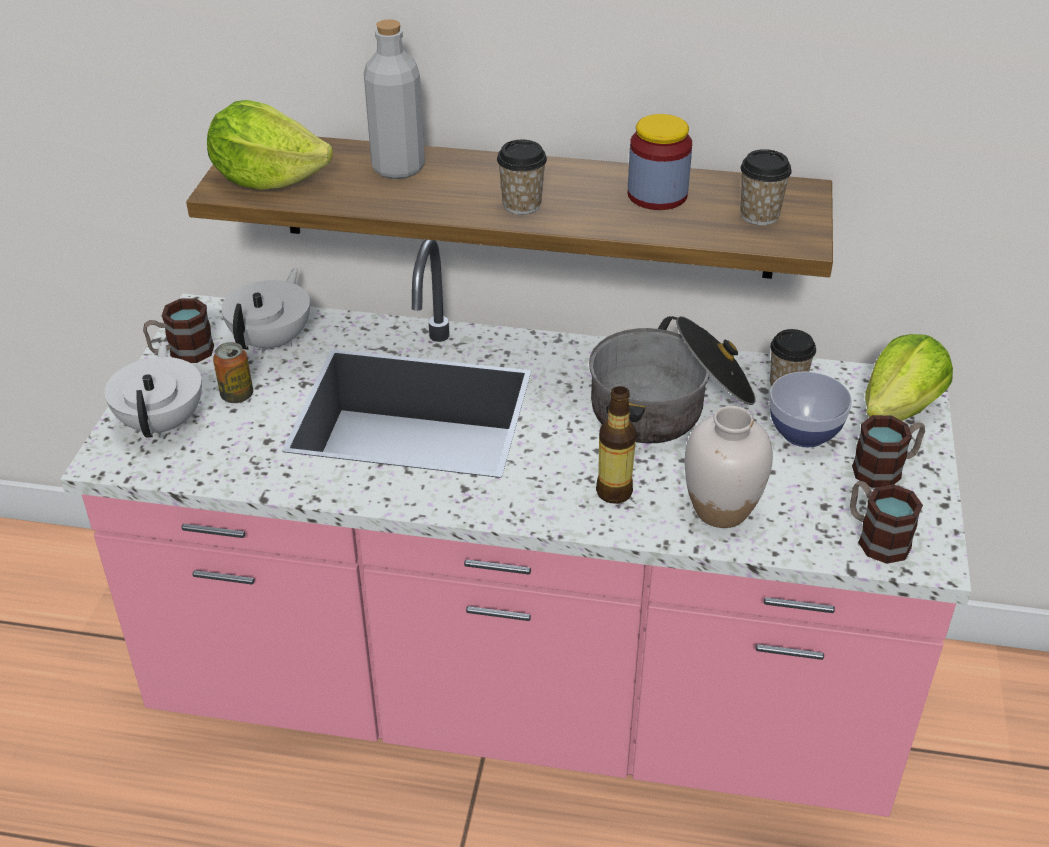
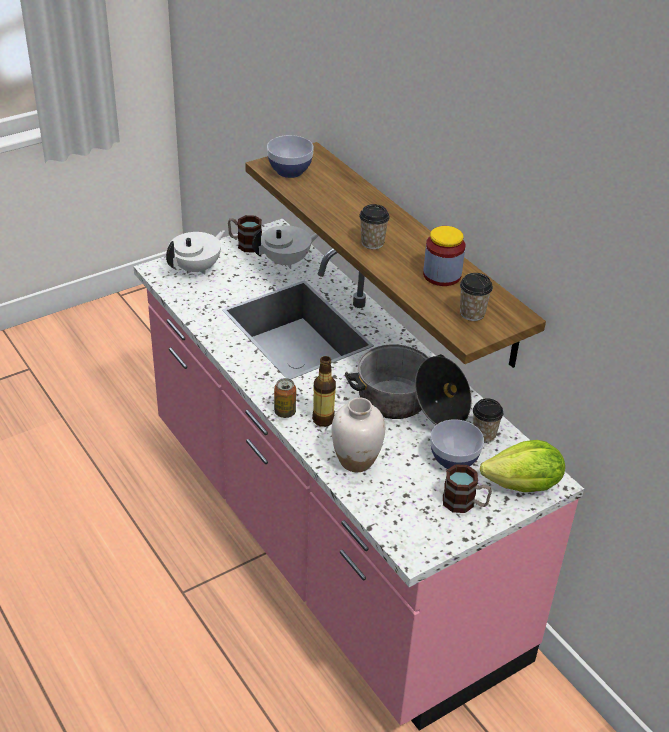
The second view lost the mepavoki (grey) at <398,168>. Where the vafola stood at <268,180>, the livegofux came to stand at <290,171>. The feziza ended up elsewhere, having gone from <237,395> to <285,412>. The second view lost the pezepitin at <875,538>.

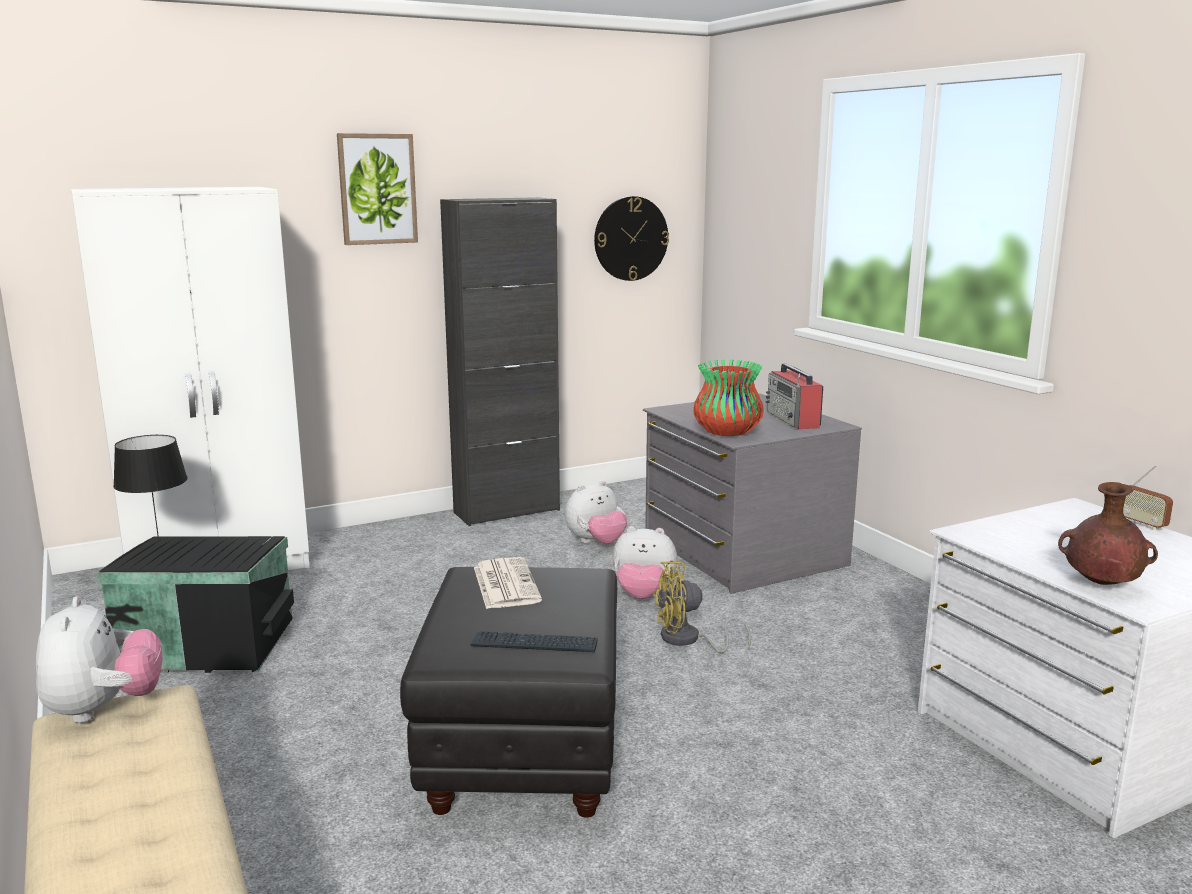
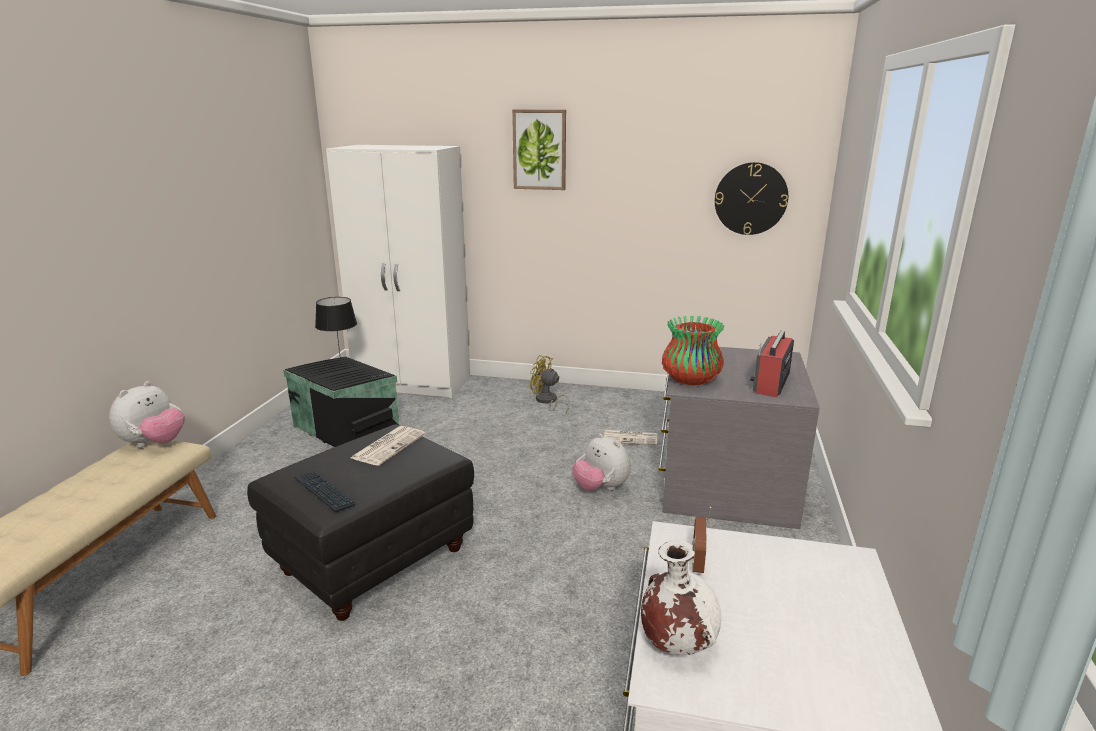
The second view lost the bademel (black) at <506,511>. The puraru ended up elsewhere, having gone from <1141,524> to <698,561>. Where the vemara stood at <596,543>, the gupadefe came to stand at <631,438>. What was the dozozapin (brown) at <1100,584> turned into the dozozapin (white) at <676,643>. The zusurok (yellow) ended up elsewhere, having gone from <687,640> to <547,401>.

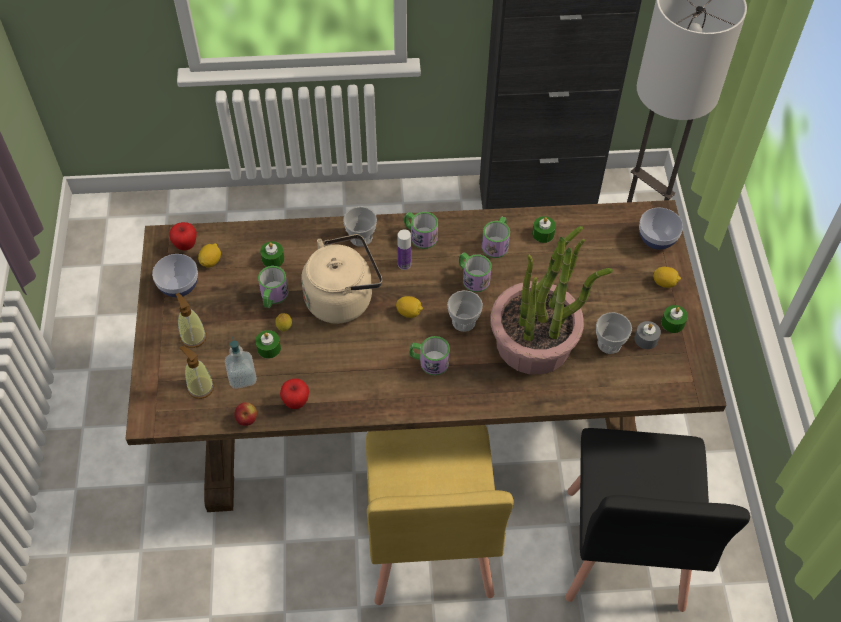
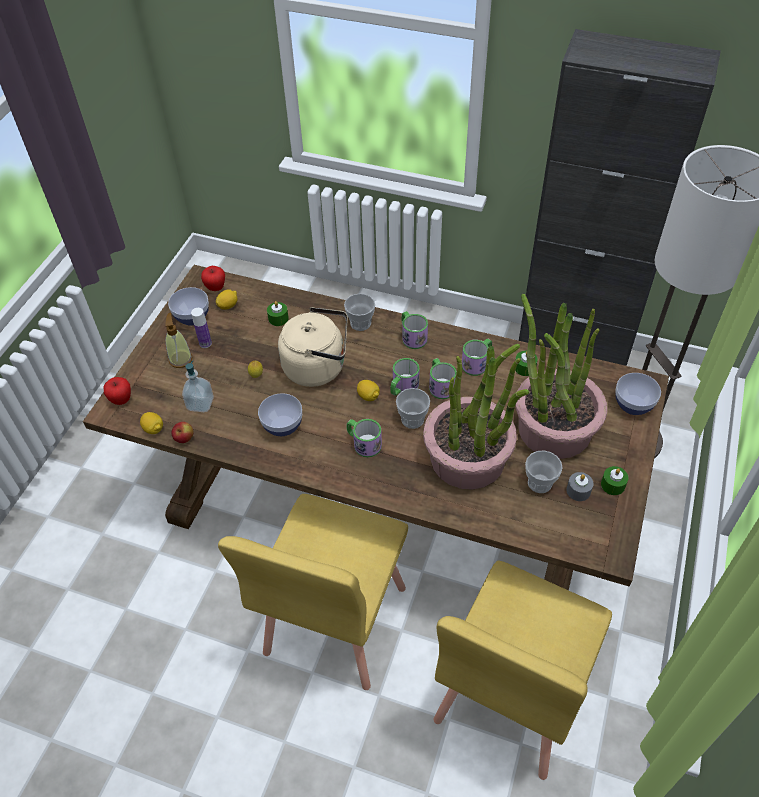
The mepavoki ended up elsewhere, having gone from <404,264> to <205,343>. The pezepitin ended up elsewhere, having gone from <273,297> to <402,387>. The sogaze ended up elsewhere, having gone from <664,283> to <153,429>. The second view lost the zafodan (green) at <269,348>. The second view lost the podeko at <200,387>. The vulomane ended up elsewhere, having gone from <296,402> to <121,400>. What was the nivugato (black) at <623,549> turned into the nivugato (yellow) at <510,696>. The second view gained the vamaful at <553,428>. The second view gained the livegofux at <282,426>.

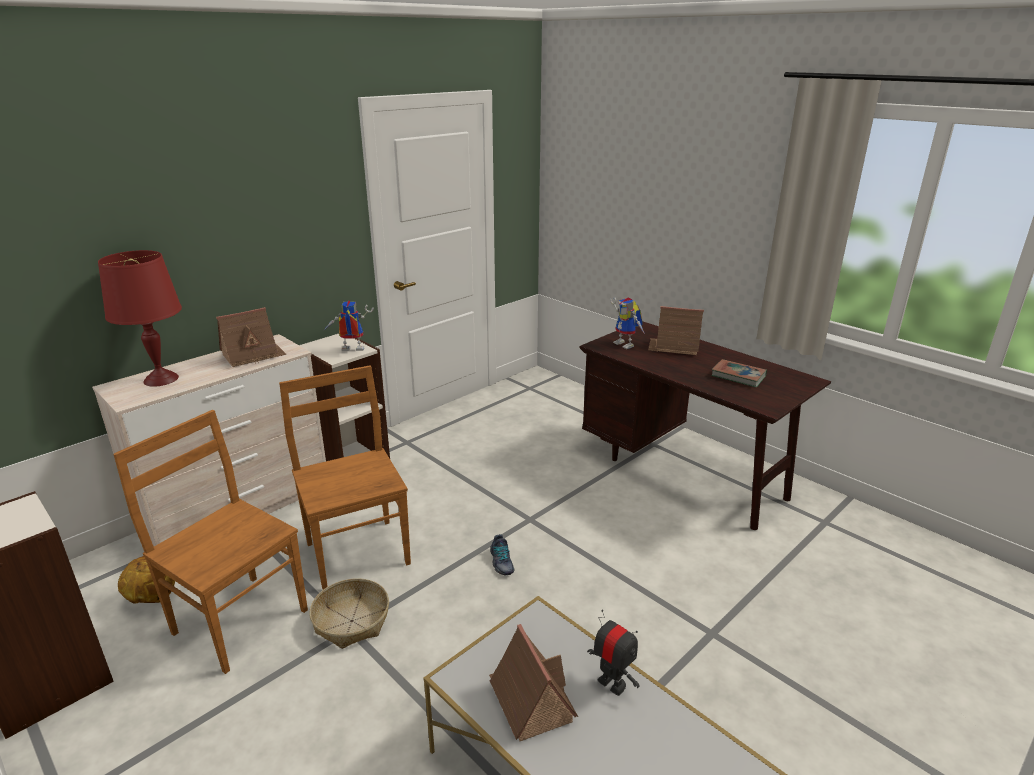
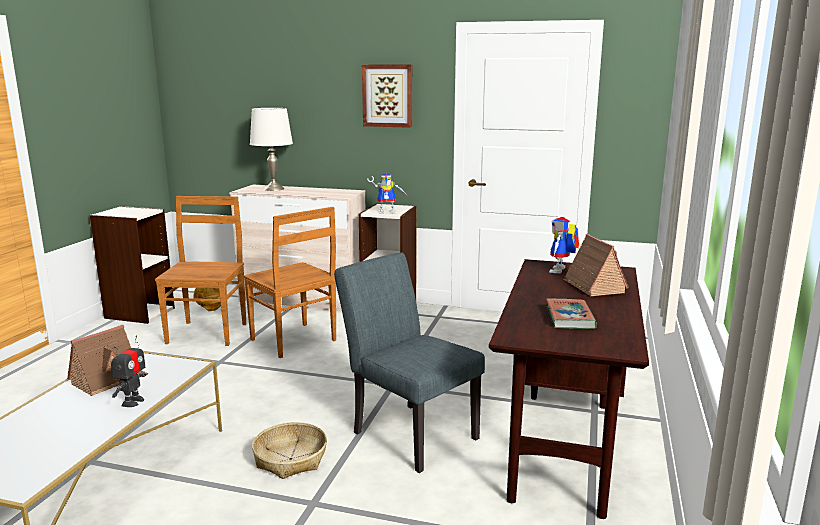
What was the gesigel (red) at <160,379> turned into the gesigel (white) at <273,189>. The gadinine at <350,350> ended up facing another way, 120 degrees clockwise from before. The second view lost the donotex at <253,355>. The nivugato (brown) at <357,551> ended up facing another way, 105 degrees clockwise from before. The second view lost the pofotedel at <501,562>. The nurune ended up elsewhere, having gone from <351,621> to <291,459>. The second view gained the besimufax at <388,95>. The second view gained the nivugato (grey) at <408,432>.

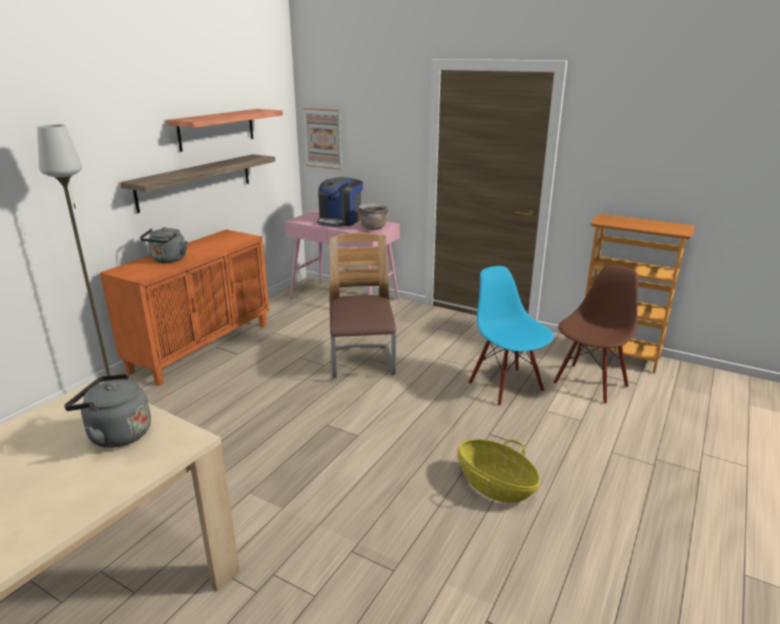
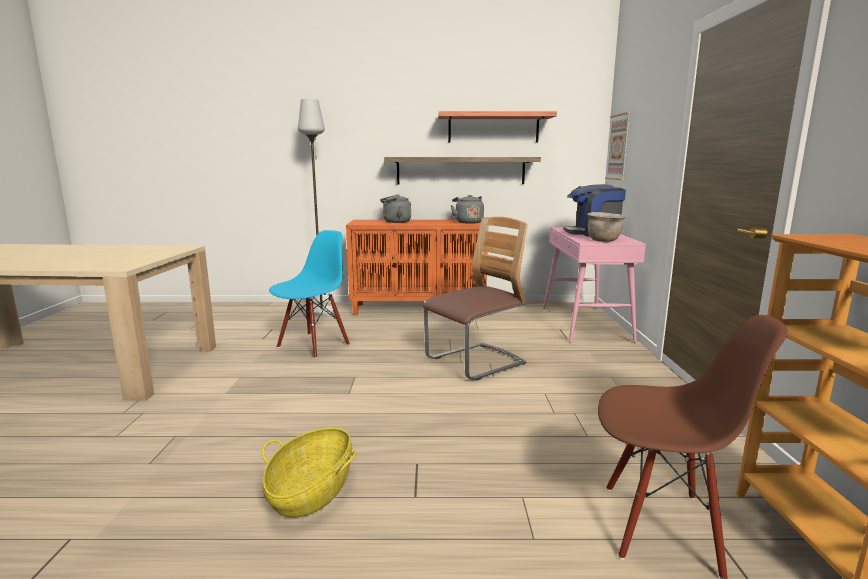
The nivugato (blue) ended up elsewhere, having gone from <506,387> to <313,345>. The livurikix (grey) ended up elsewhere, having gone from <116,434> to <468,222>.

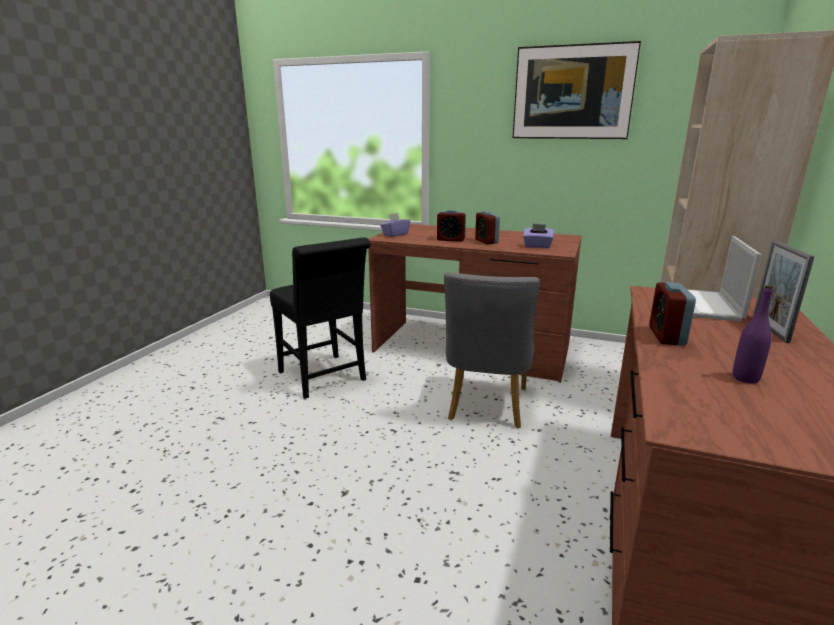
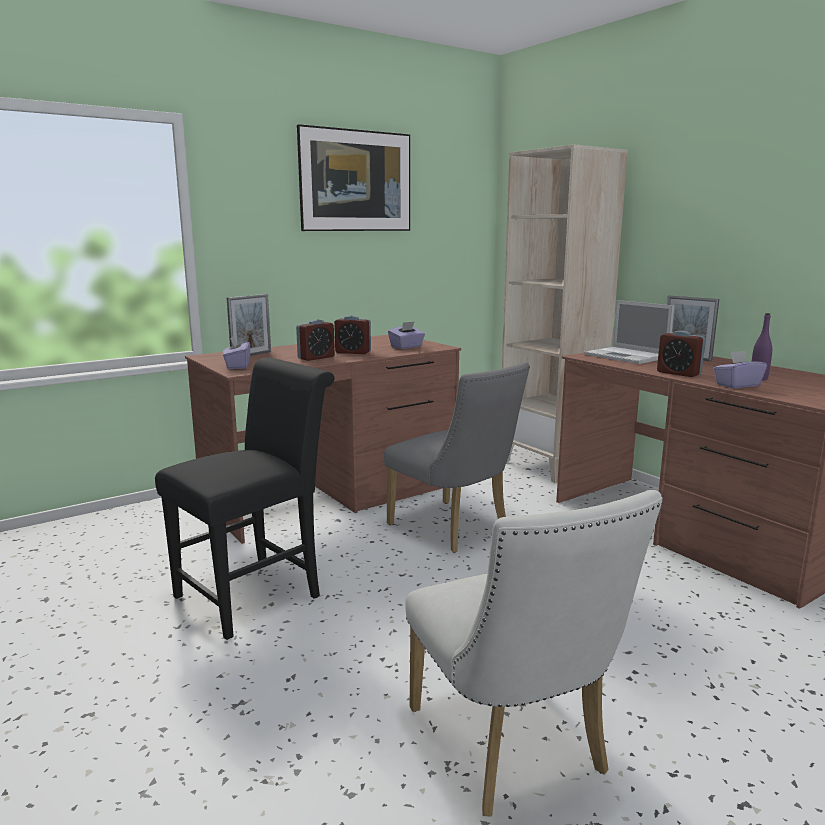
The nivugato (black) at <324,378> ended up facing another way, 45 degrees counterclockwise from before. The second view gained the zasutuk at <251,355>. The second view gained the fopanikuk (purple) at <737,385>. The second view gained the nivugato (white) at <513,749>.

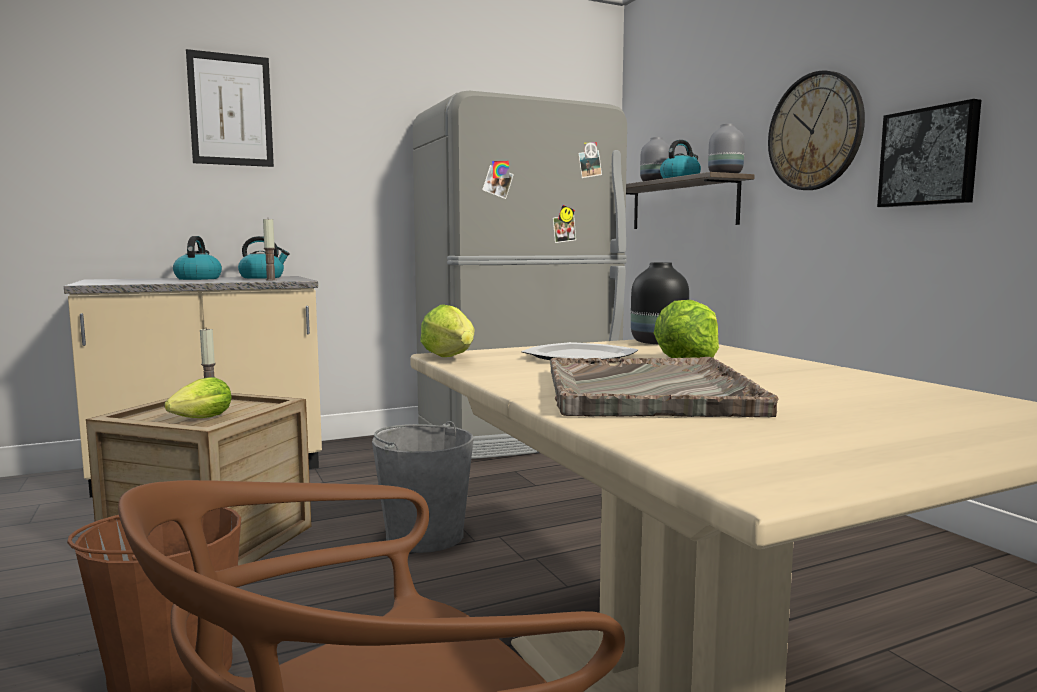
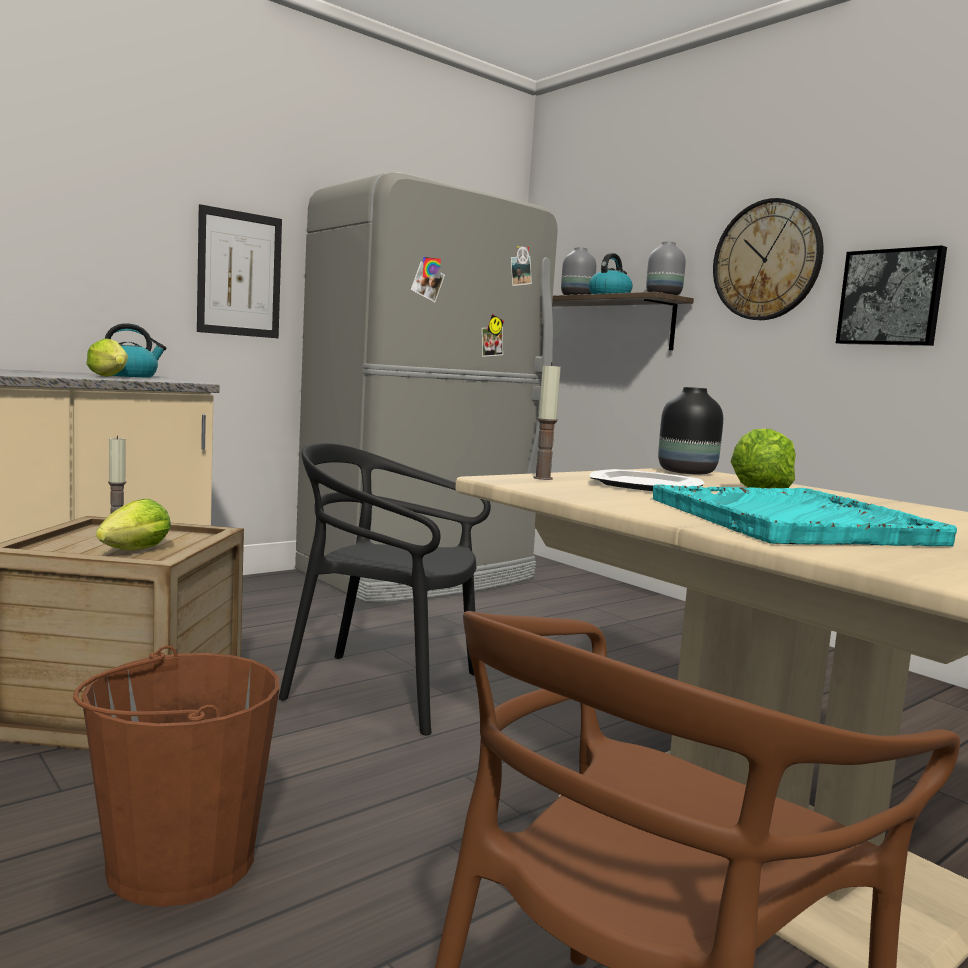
The besimufax ended up elsewhere, having gone from <231,110> to <239,274>. The zafodan ended up elsewhere, having gone from <270,280> to <542,478>. The second view lost the livurikix at <198,278>. The vafola ended up elsewhere, having gone from <451,358> to <110,377>. What was the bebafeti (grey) at <646,391> turned into the bebafeti (turquoise) at <789,521>. Where the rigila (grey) stood at <424,536>, the nivugato (black) came to stand at <384,689>.

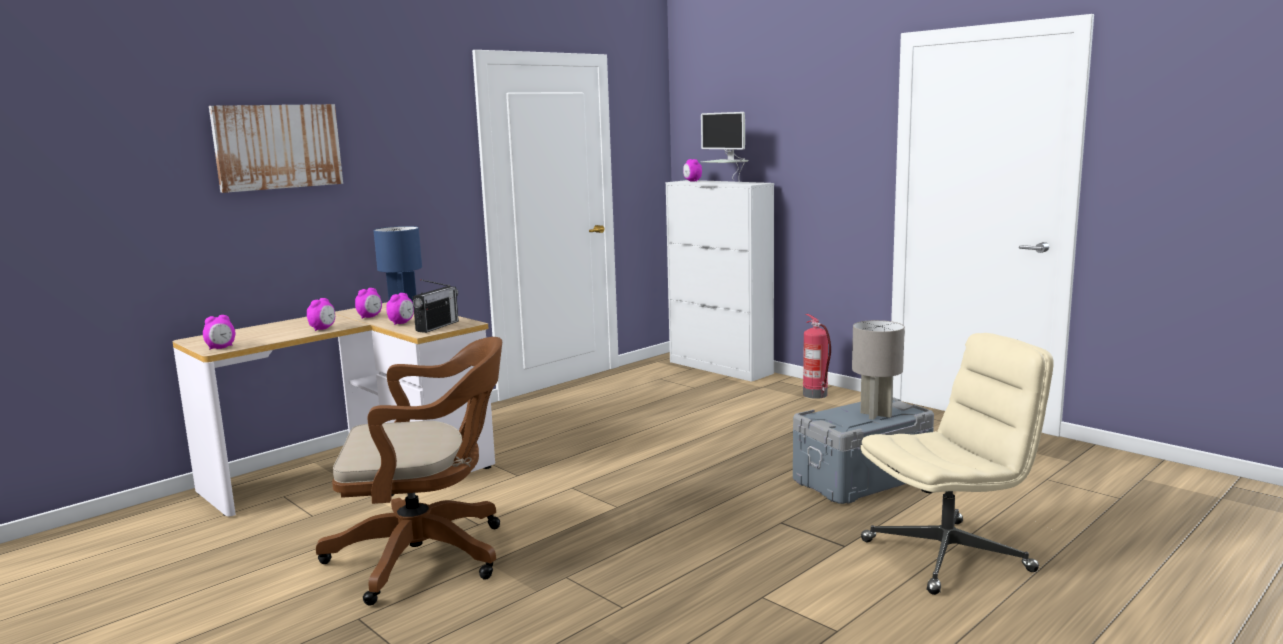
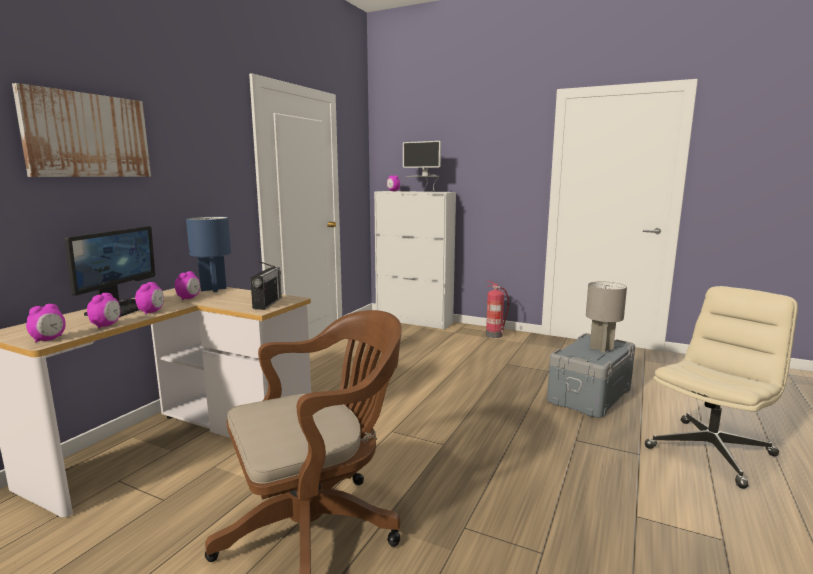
The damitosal ended up elsewhere, having gone from <401,323> to <106,325>. The second view gained the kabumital at <122,308>.

